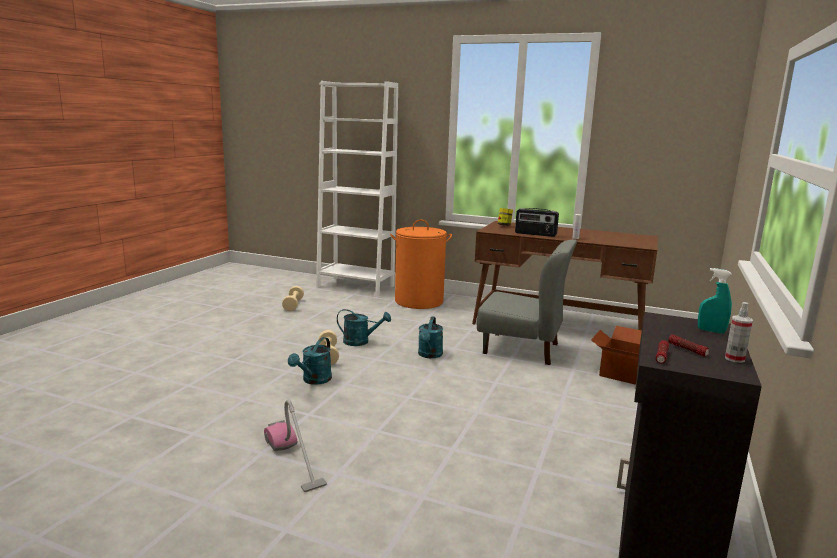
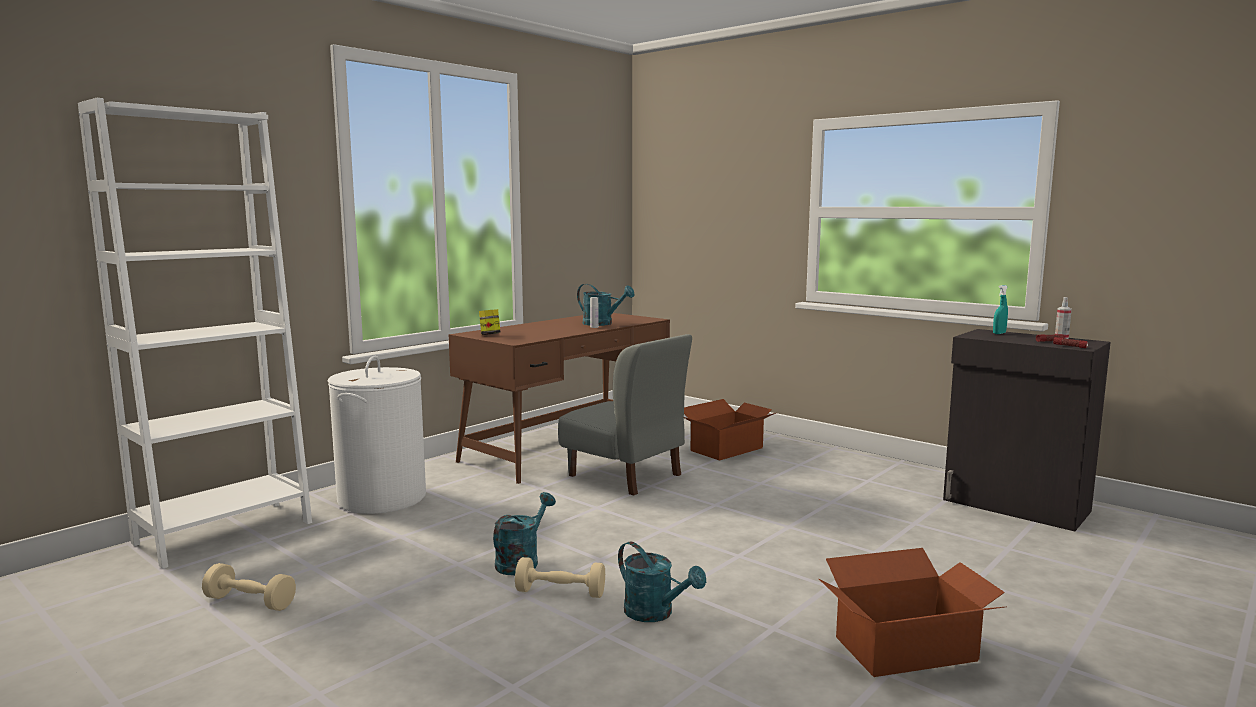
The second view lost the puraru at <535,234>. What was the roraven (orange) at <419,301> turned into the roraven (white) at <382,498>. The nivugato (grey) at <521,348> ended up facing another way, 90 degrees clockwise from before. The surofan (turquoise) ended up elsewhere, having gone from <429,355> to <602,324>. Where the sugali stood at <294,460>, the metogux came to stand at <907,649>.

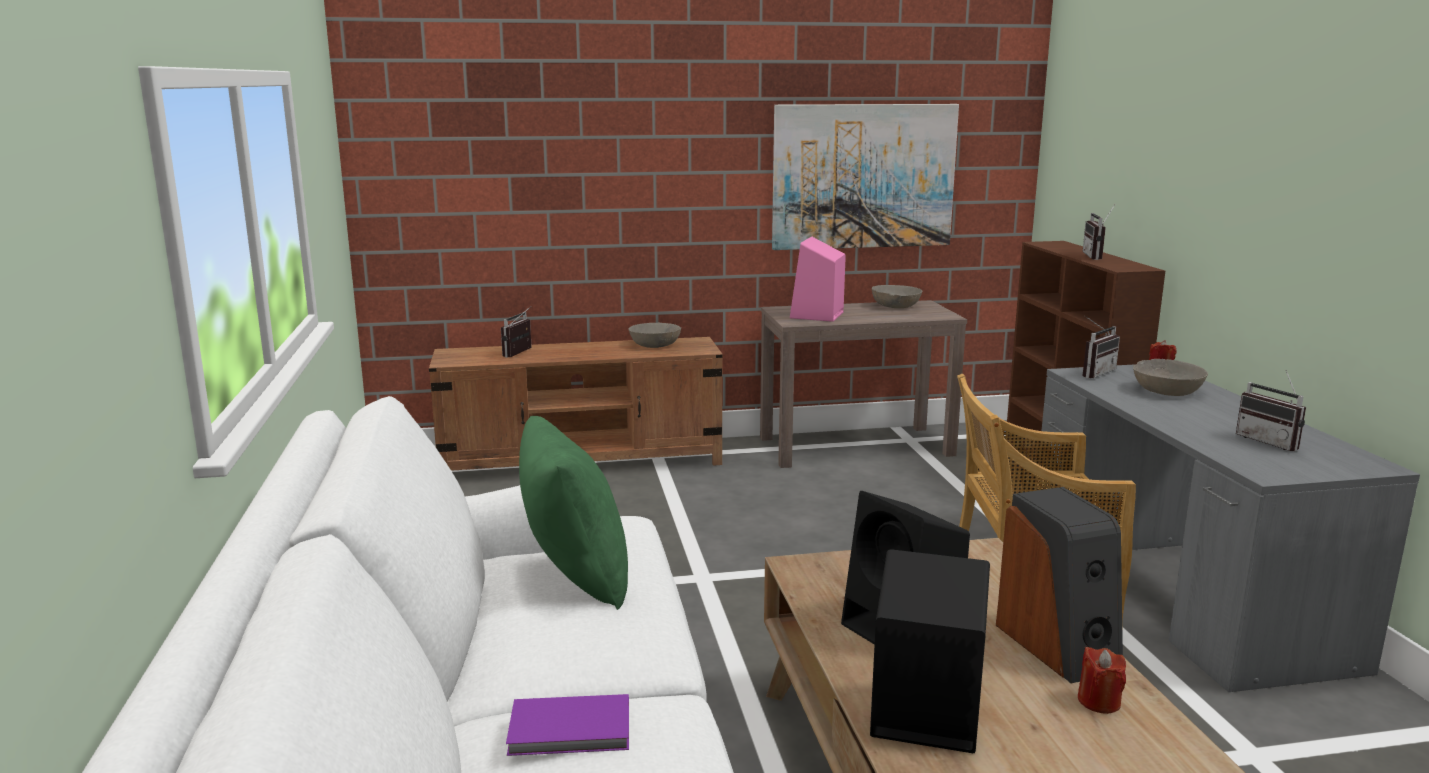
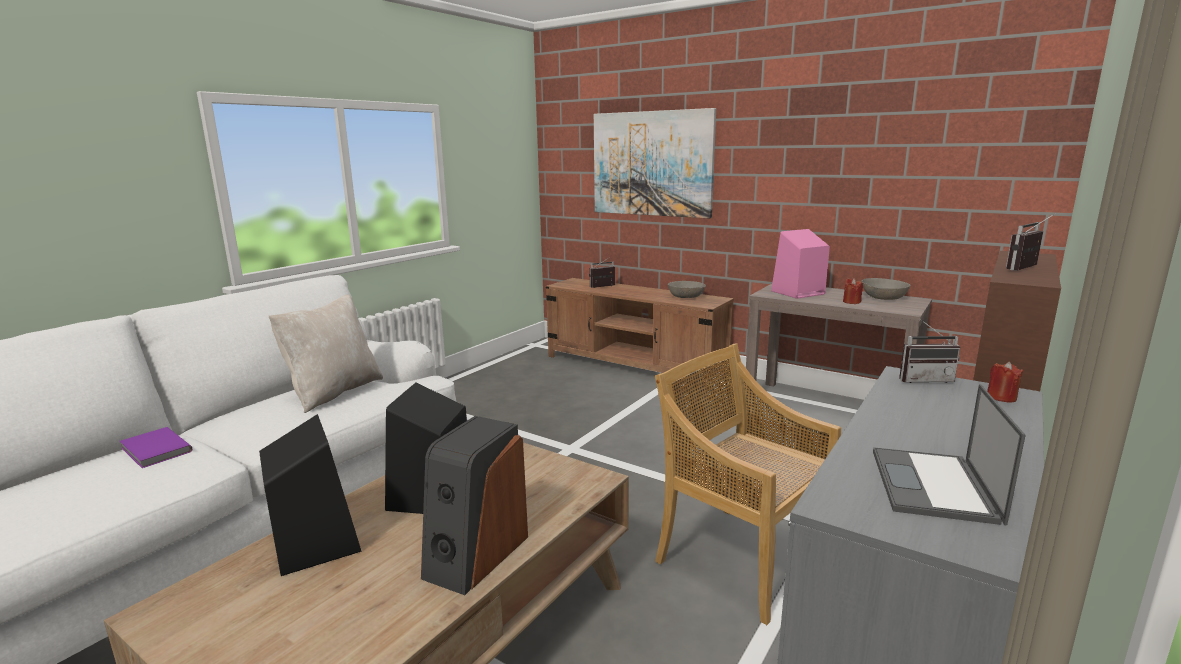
The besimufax ended up elsewhere, having gone from <863,176> to <652,164>. The second view lost the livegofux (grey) at <1167,391>. Where the puraru stood at <1271,442>, the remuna came to stand at <934,486>. What was the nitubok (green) at <575,576> turned into the nitubok (beige) at <334,392>. The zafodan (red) ended up elsewhere, having gone from <1099,701> to <851,302>.

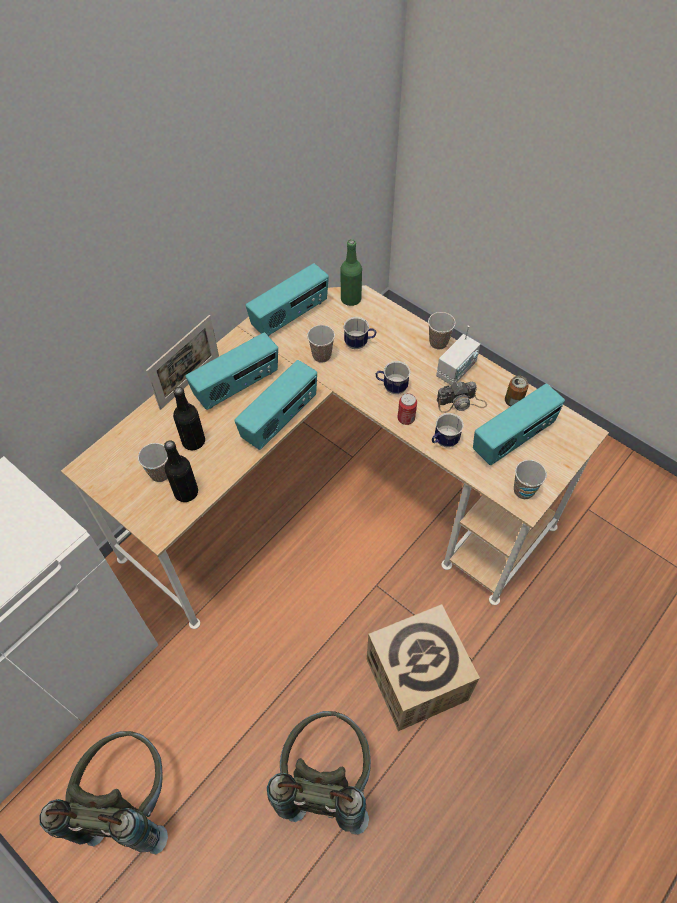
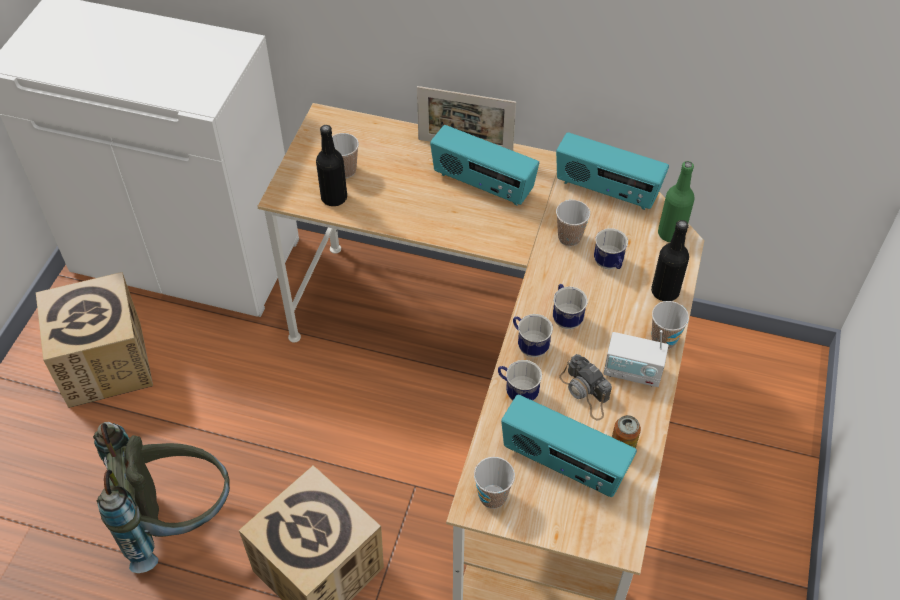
The second view lost the puraru at <280,420>. The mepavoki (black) ended up elsewhere, having gone from <193,441> to <665,291>. Where the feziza stood at <406,418>, the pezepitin came to stand at <529,345>. Where the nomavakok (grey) stood at <129,800>, the metogux came to stand at <106,363>.

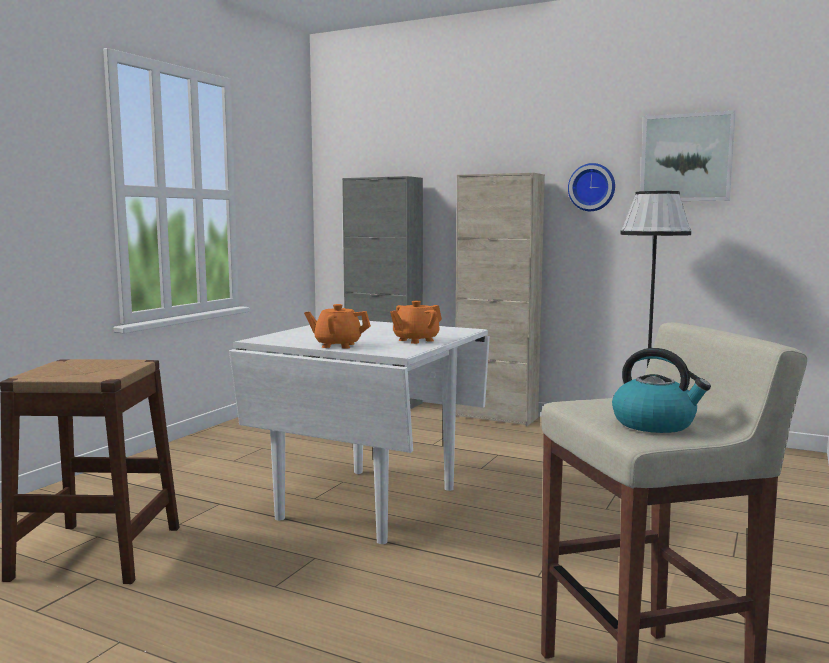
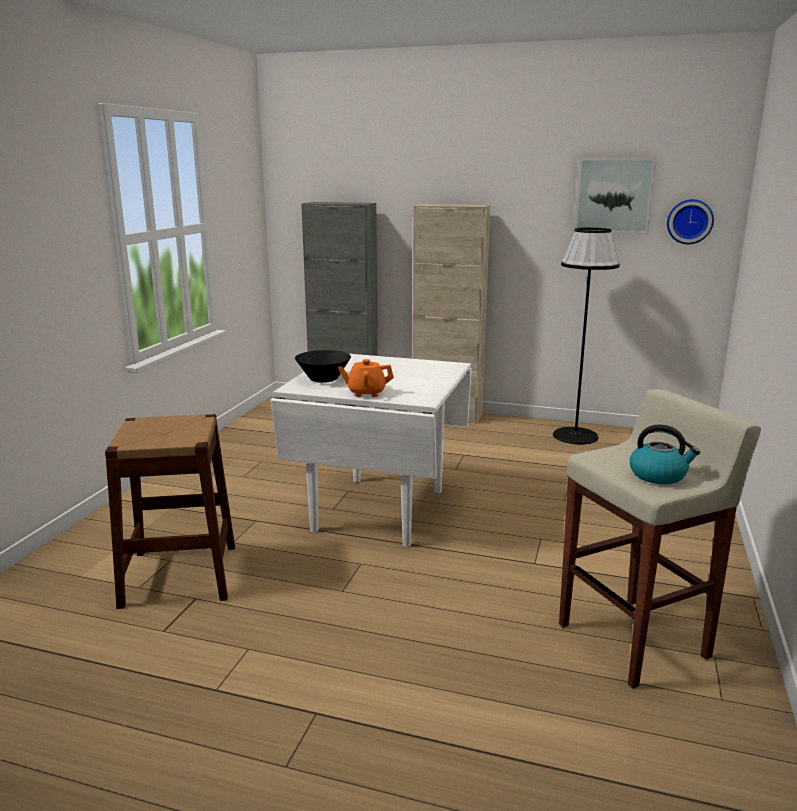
The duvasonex ended up elsewhere, having gone from <592,187> to <689,221>. The second view lost the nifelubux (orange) at <415,340>. The second view gained the livegofux (black) at <323,379>.

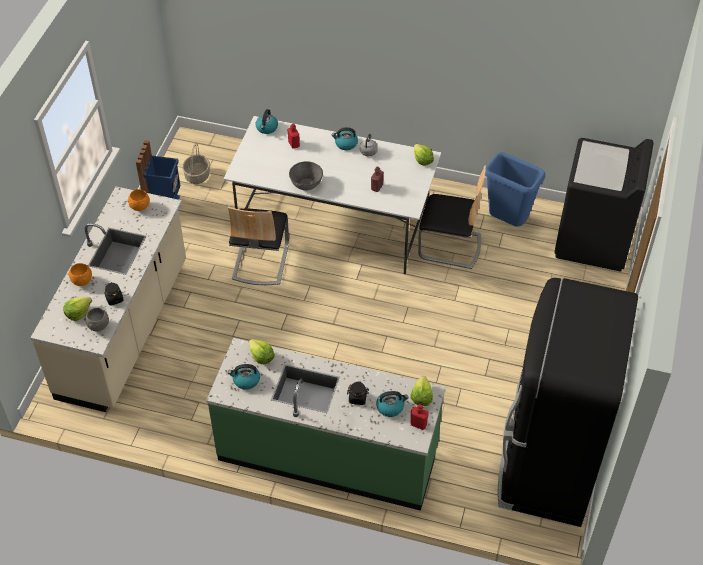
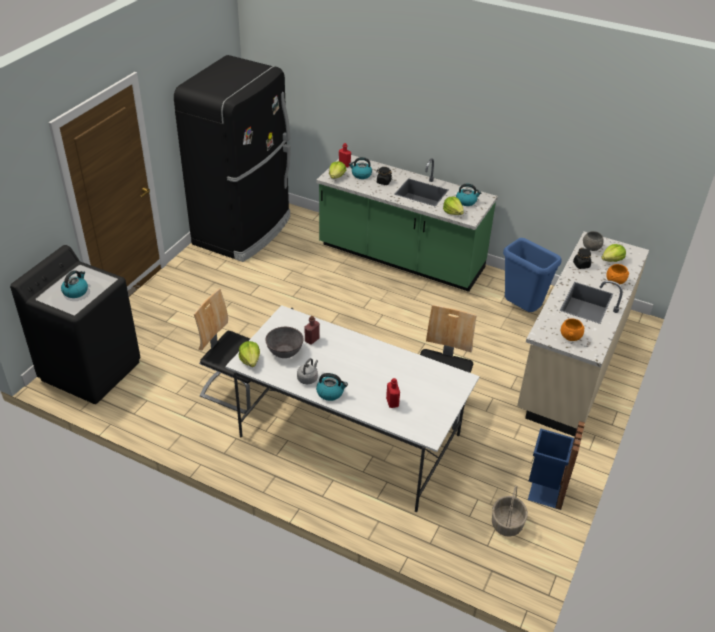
The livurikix ended up elsewhere, having gone from <267,128> to <76,291>. The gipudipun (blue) ended up elsewhere, having gone from <508,222> to <520,310>. The livegofux (grey) ended up elsewhere, having gone from <306,184> to <284,351>.

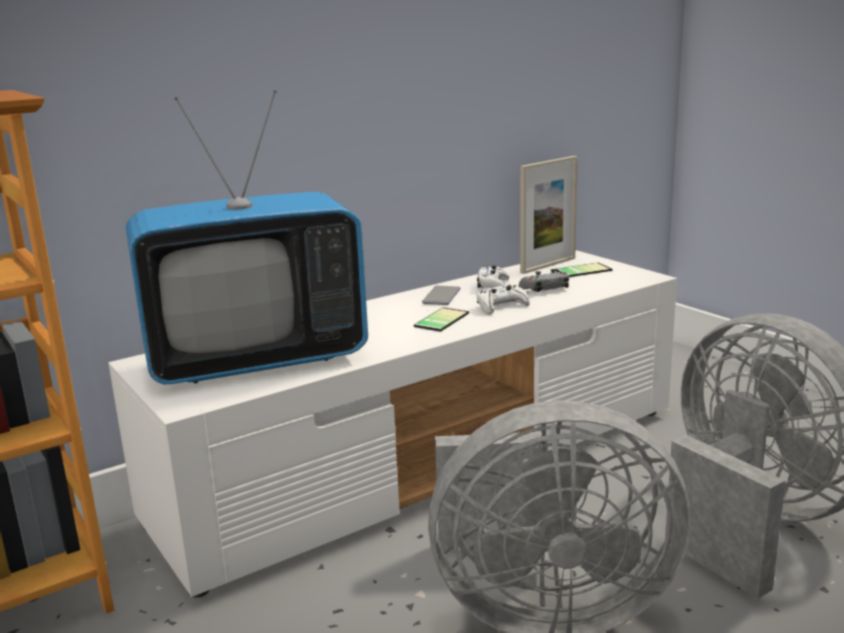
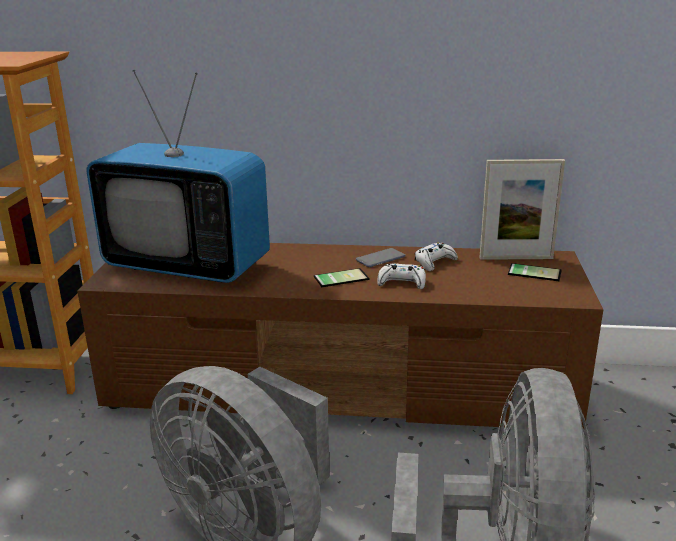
What was the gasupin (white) at <429,463> turned into the gasupin (brown) at <342,388>. The second view lost the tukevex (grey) at <545,288>.

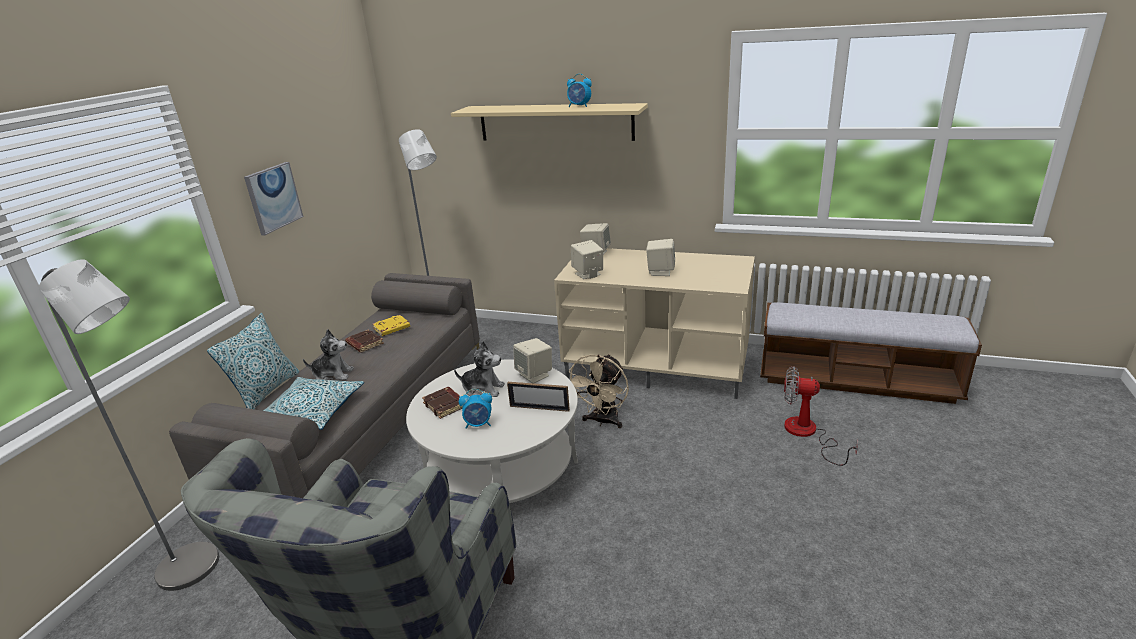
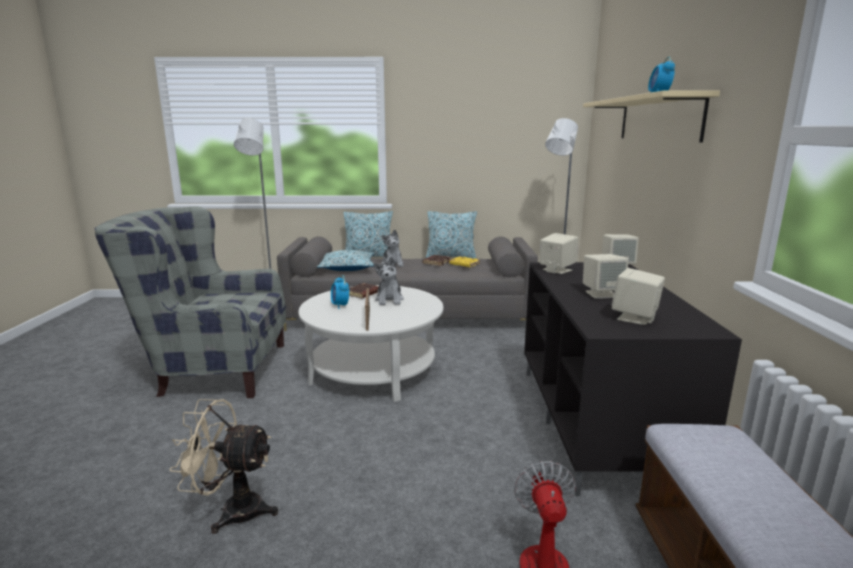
The second view lost the besimufax at <273,197>. What was the gasupin (beige) at <658,366> turned into the gasupin (black) at <600,424>. The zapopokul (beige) ended up elsewhere, having gone from <535,375> to <635,318>. The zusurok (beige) ended up elsewhere, having gone from <603,421> to <232,510>. The second view gained the nitubok at <451,257>.

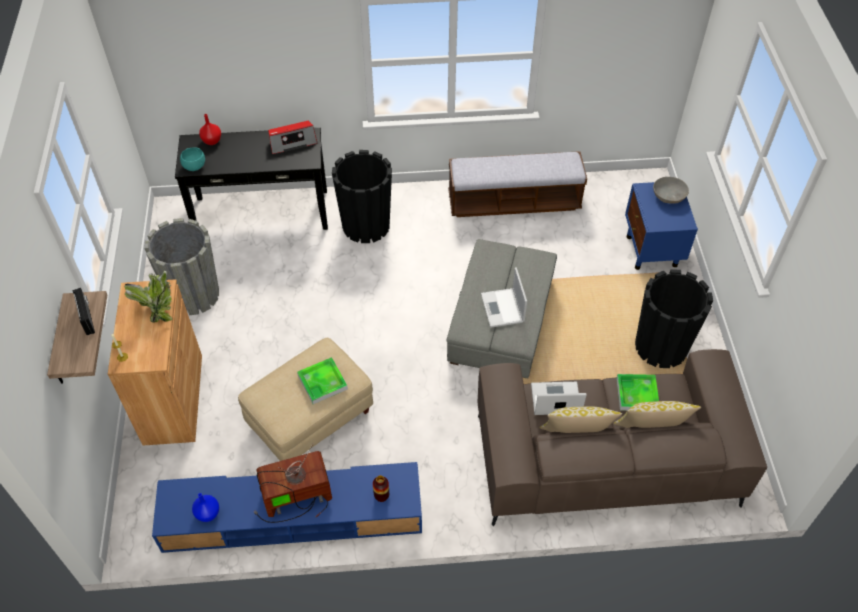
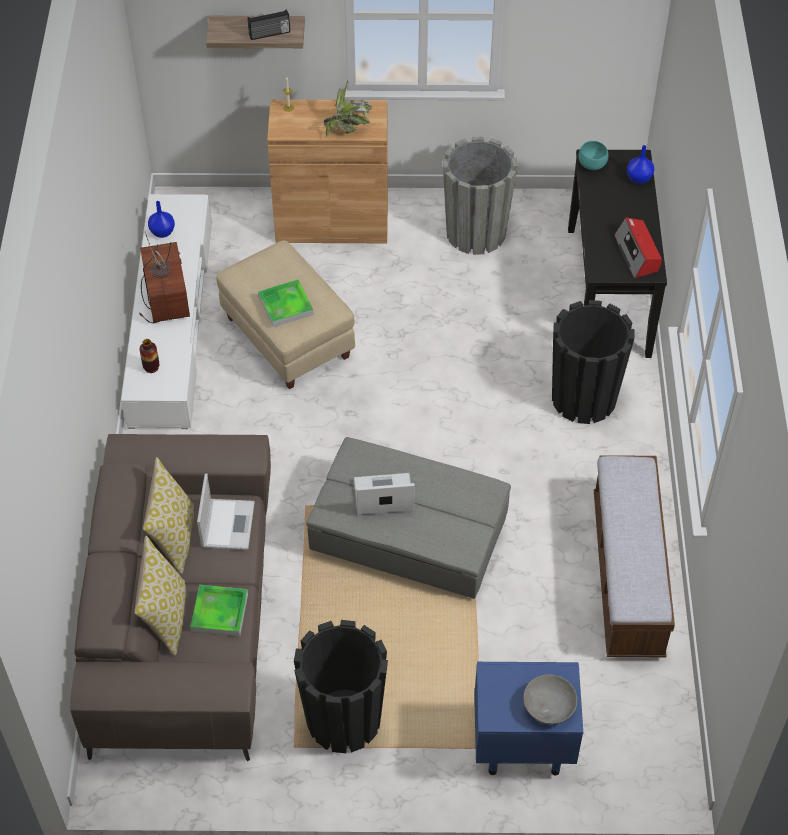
What was the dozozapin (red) at <211,141> turned into the dozozapin (blue) at <638,178>. What was the gasupin (blue) at <292,516> turned into the gasupin (white) at <171,321>.

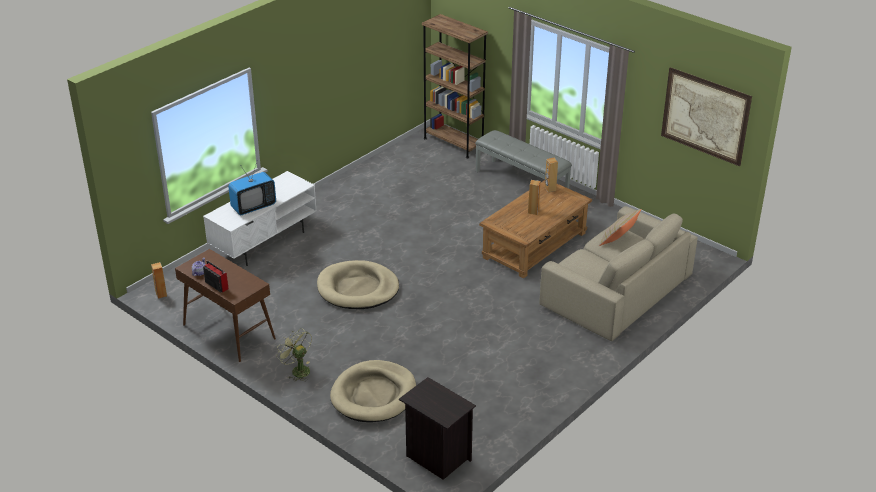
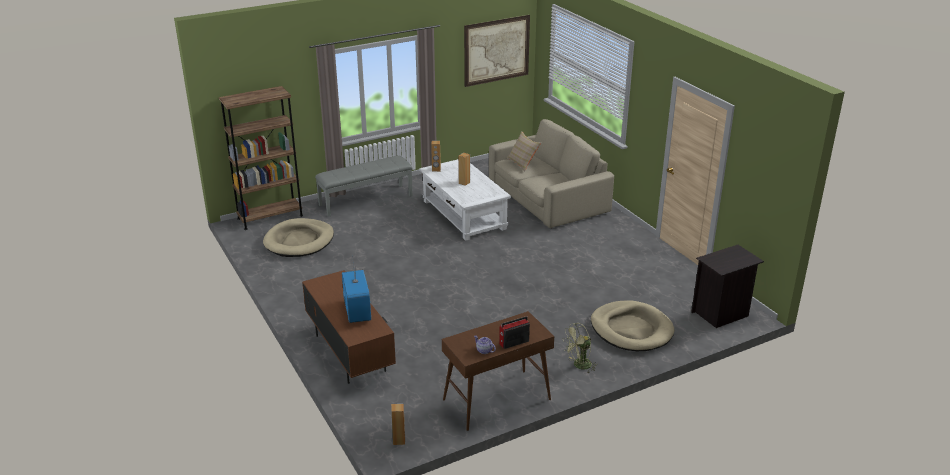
What was the gasupin (white) at <264,241> turned into the gasupin (brown) at <349,353>. What was the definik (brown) at <534,245> turned into the definik (white) at <464,215>. The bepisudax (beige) ended up elsewhere, having gone from <358,288> to <299,241>.

